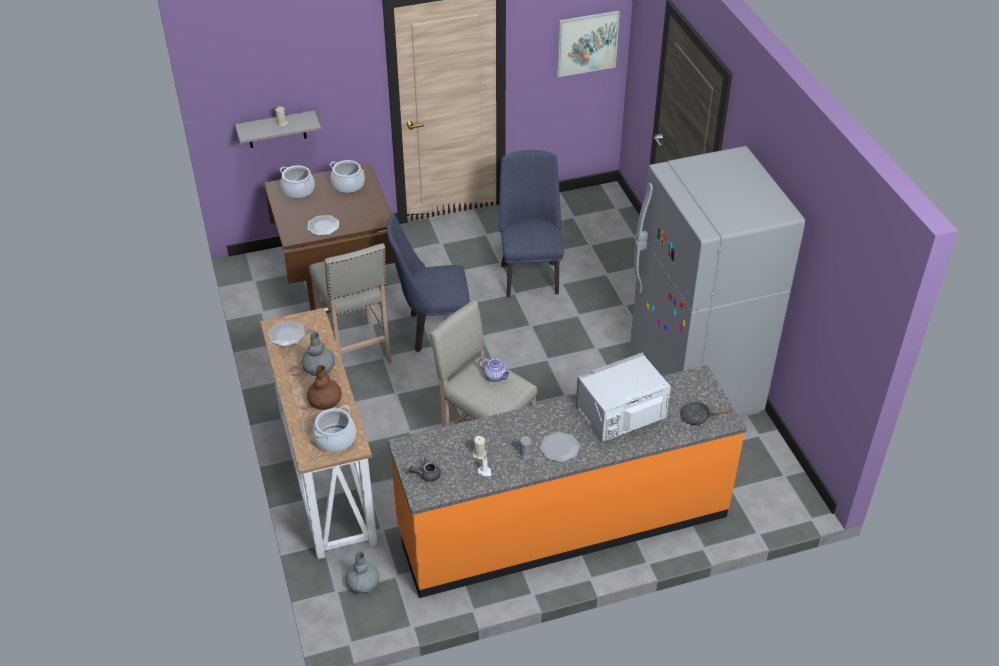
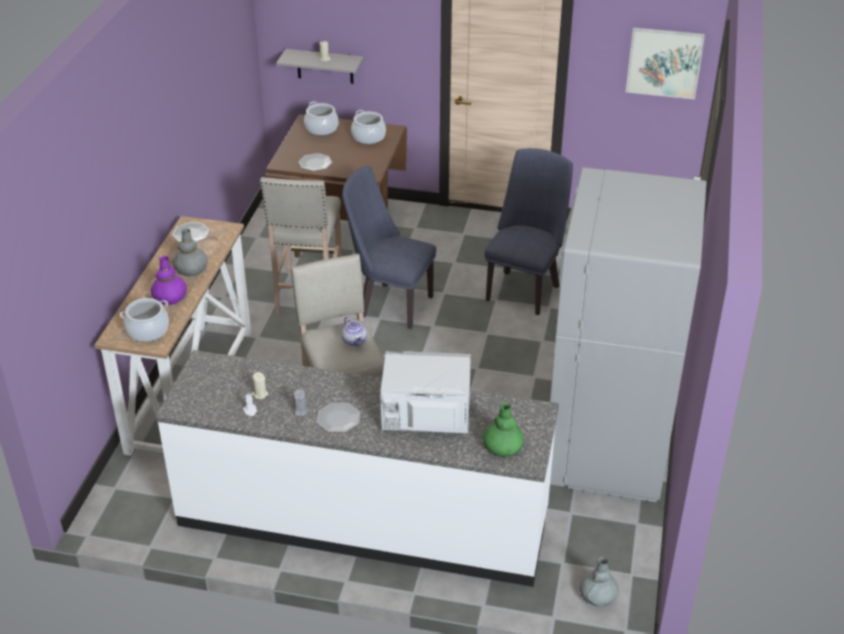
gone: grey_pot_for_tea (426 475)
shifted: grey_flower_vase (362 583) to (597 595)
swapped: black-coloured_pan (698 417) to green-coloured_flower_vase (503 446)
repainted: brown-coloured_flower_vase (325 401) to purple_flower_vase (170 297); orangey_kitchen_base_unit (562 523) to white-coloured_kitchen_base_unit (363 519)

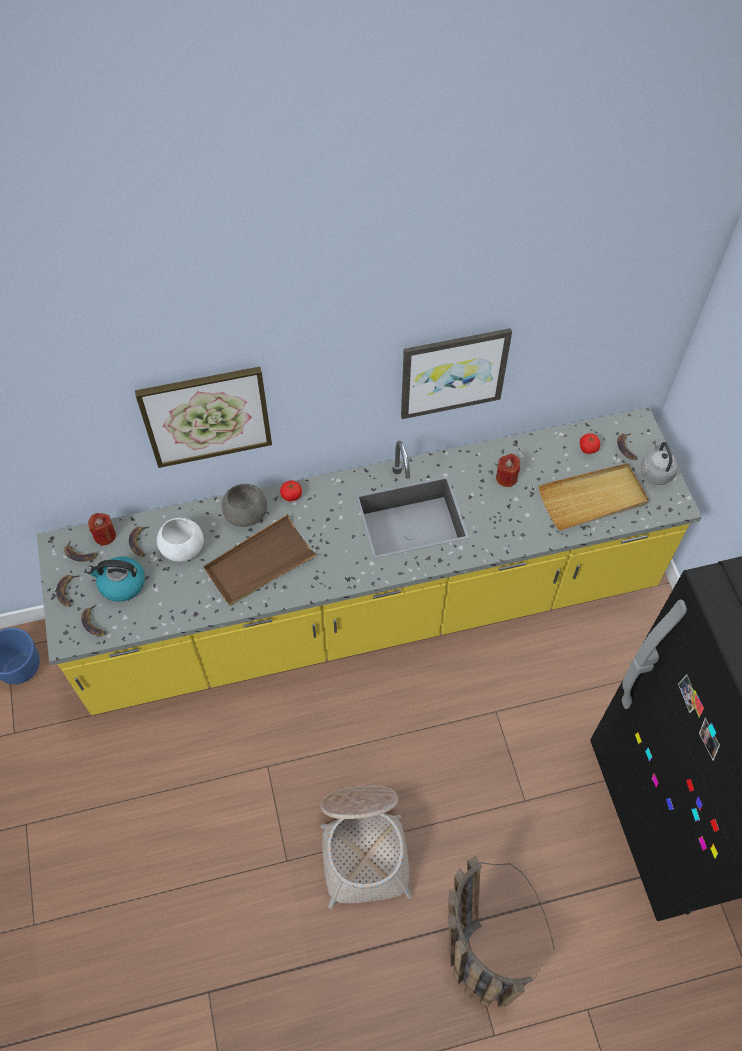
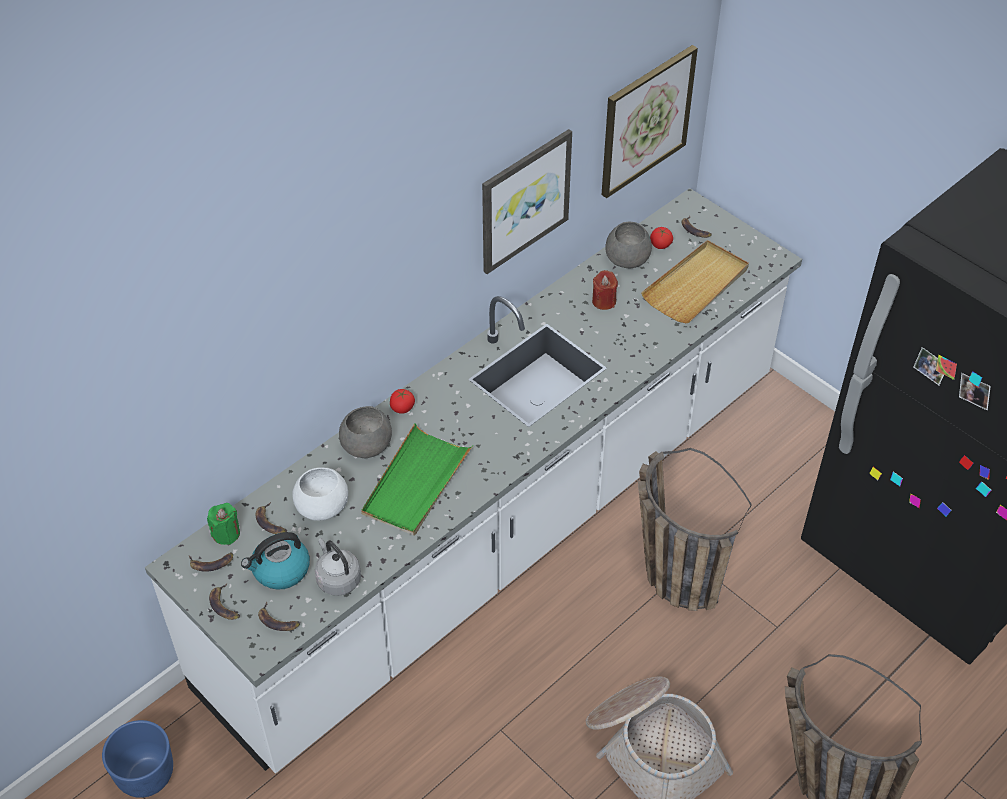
new: grey_deep_dish (627 258); household_basket (669 568)
shifted: wall_picture (206 416) to (646 120); grey_water_kettle (656 471) to (337 578)
repainted: yellow_kitchen_base_unit (371 609) to white-coloured_kitchen_base_unit (503 527); red-coloured_candle (105 535) to green-coloured_candle (226 533); brown-coloured_carrying_tray (260 563) to green-coloured_carrying_tray (416 483)

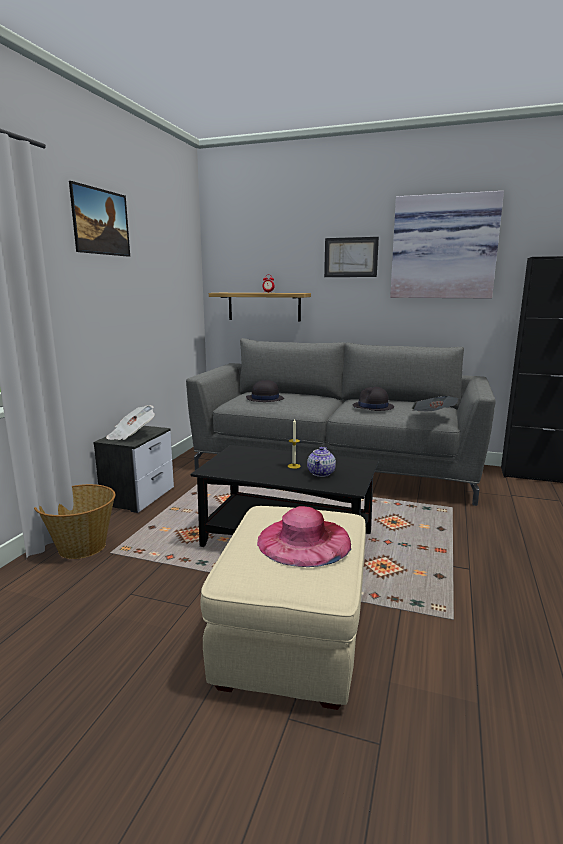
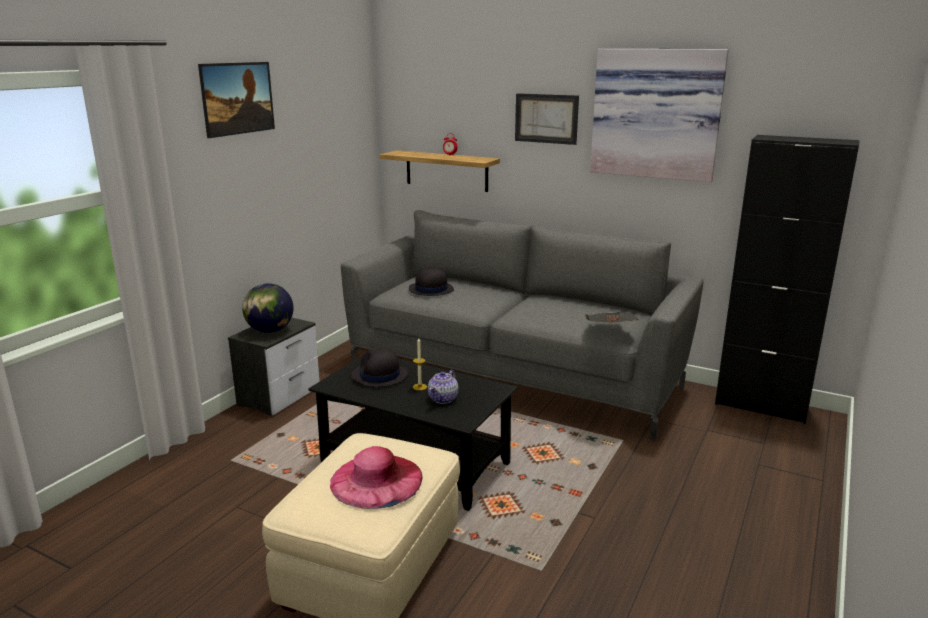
gone: household_basket (81 547)
shifted: black-coloured_wearable_hat (373 407) to (379 376)
swapped: daily_paper (131 435) to globe (270 330)

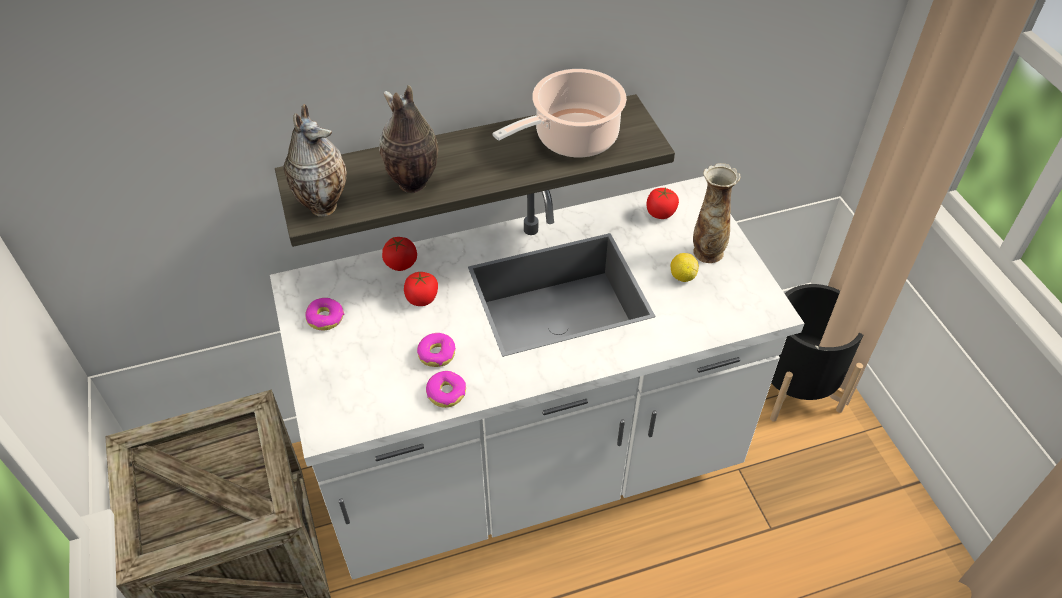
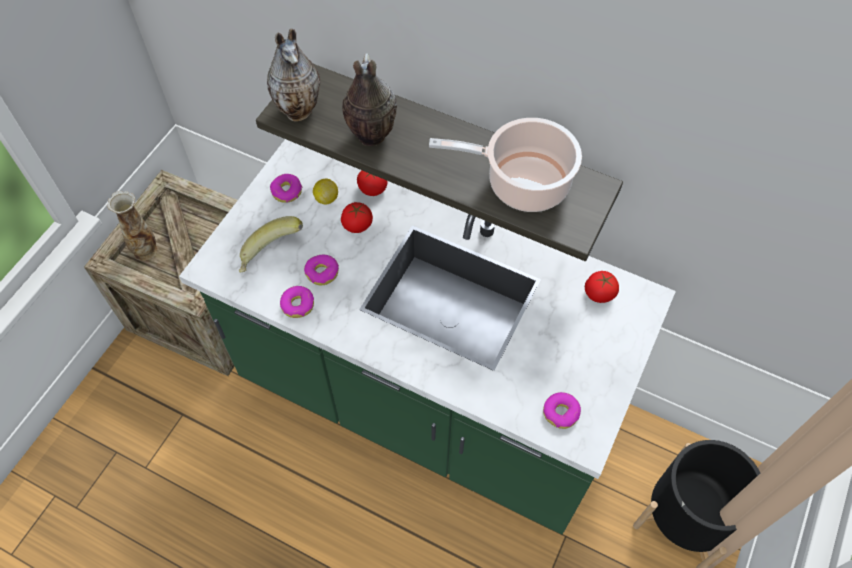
new: whole_banana (271 256); doughnut (561 412)
shifted: flower_vase (707 252) to (145 250); lemon (682 276) to (326 198)
repainted: white-coloured_kitchen_base_unit (531 465) to green-coloured_kitchen_base_unit (426 400)

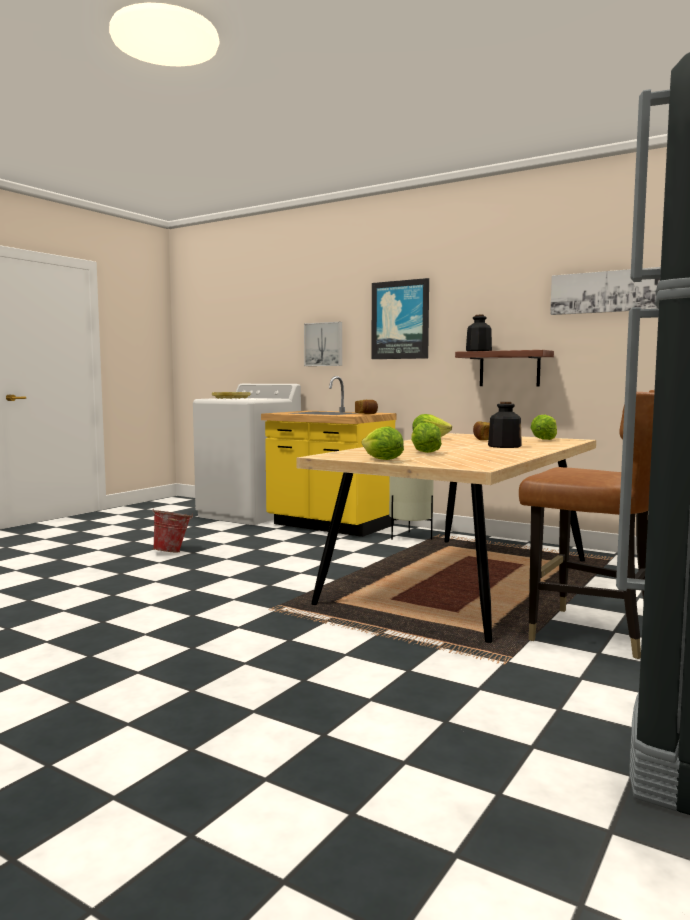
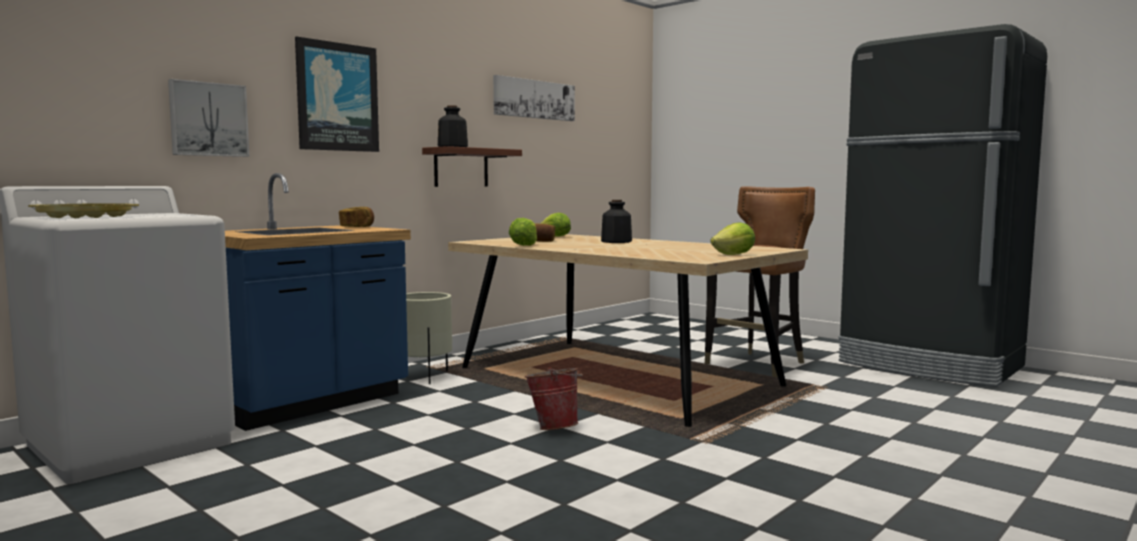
gone: head_of_lettuce (424 452)
shifted: pail (173 552) to (554 427)
repainted: yellow_kitchen_base_unit (329 526) to bluish_kitchen_base_unit (310 403)

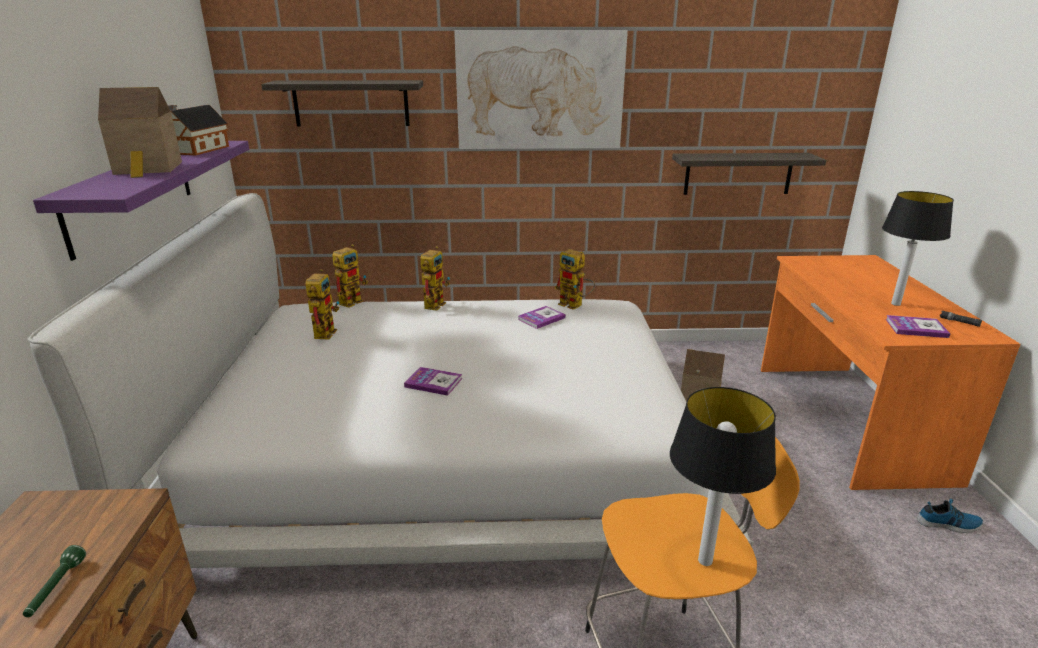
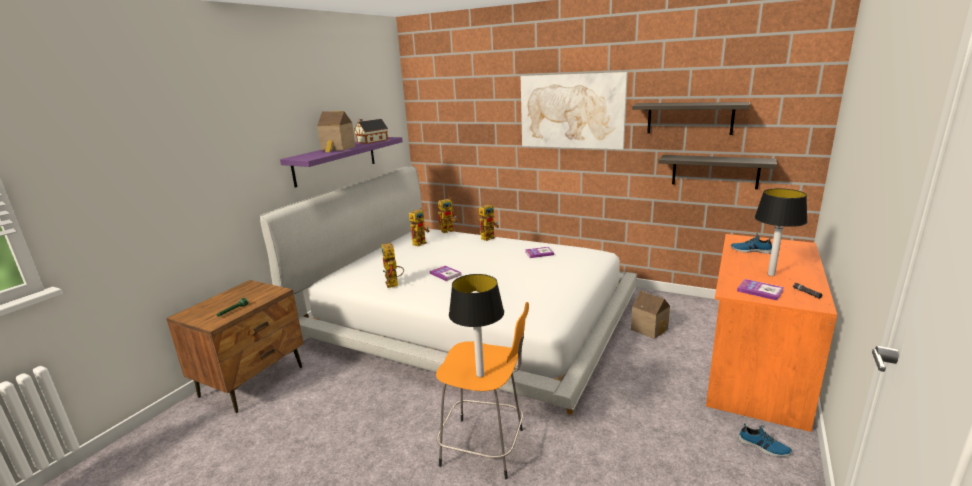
new: low_shoe (750 250)
shifted: shelf (351 103) to (689 118); model_robot (575 305) to (394 285)

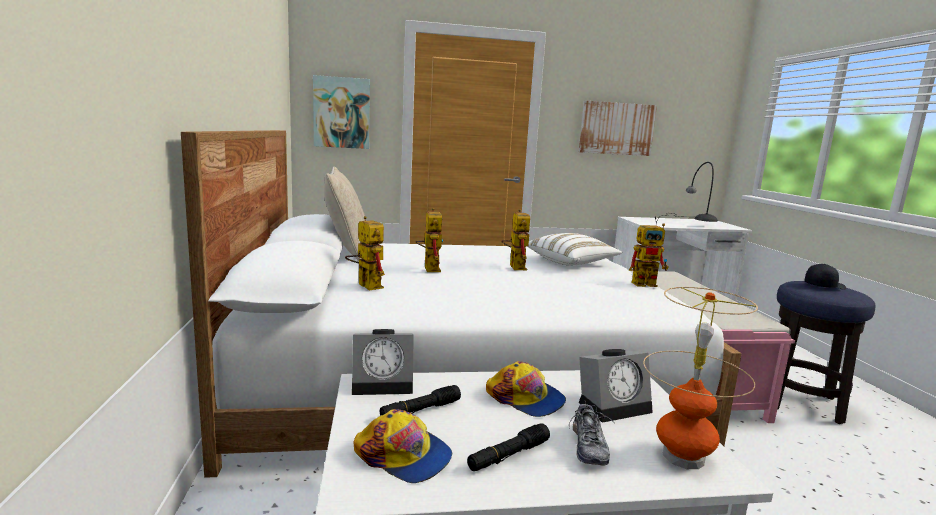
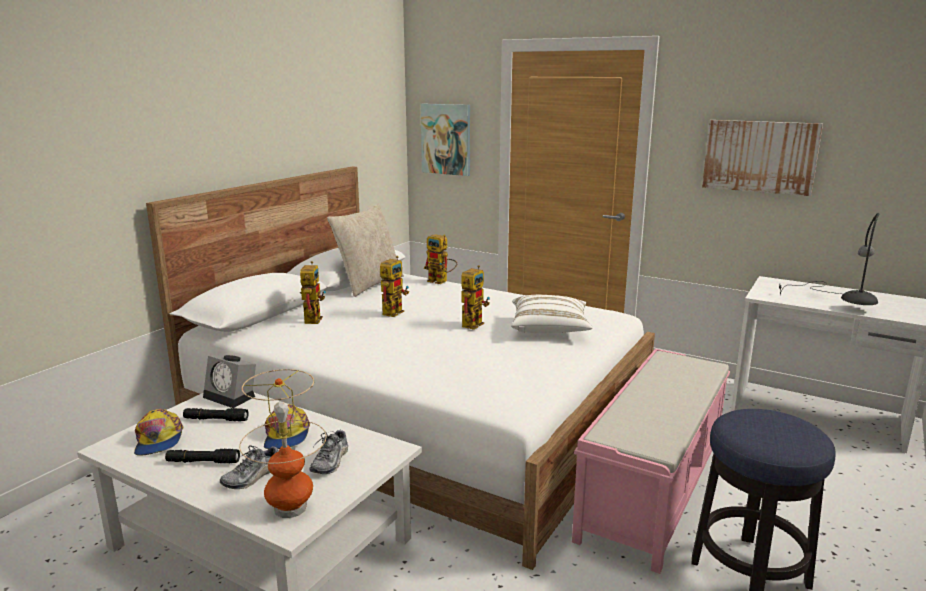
gone: black-coloured_cap (824 286)
shifted: model_robot (648 283) to (441 281)
swapped: table_clock (614 405) to low_shoe (330 461)

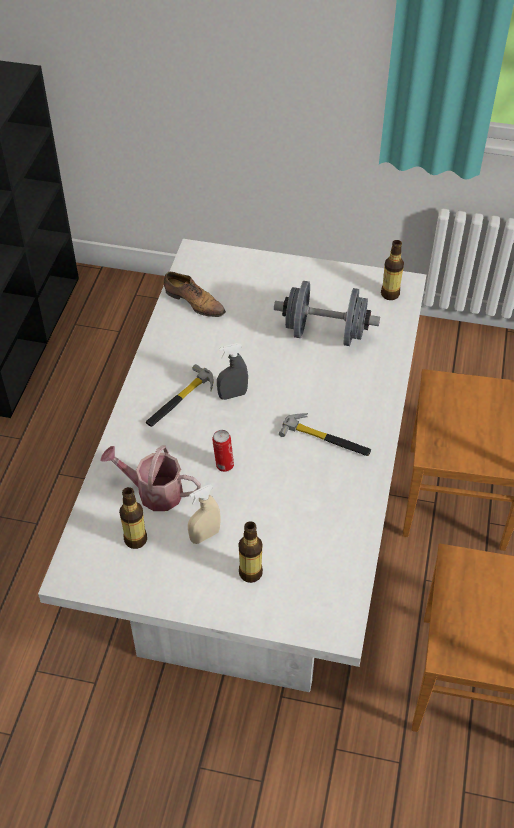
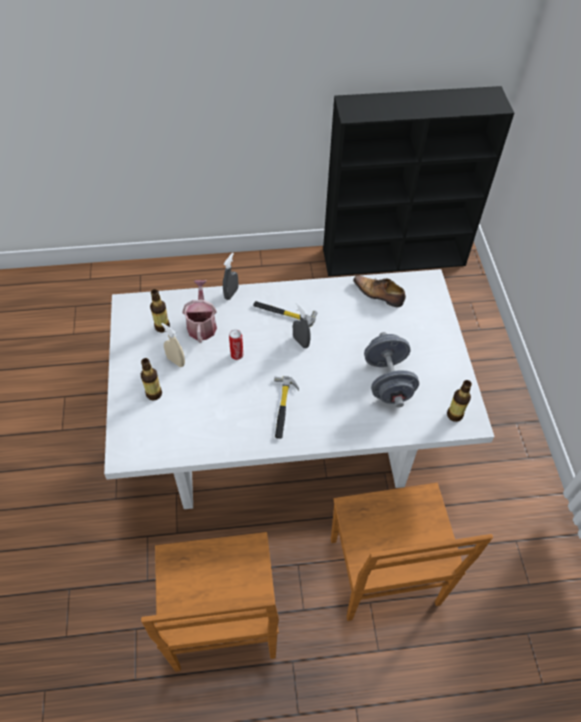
new: grey_hand_sprayer (231 293)
rotated: low_shoe (194 302) = (379 294) 105 degrees clockwise

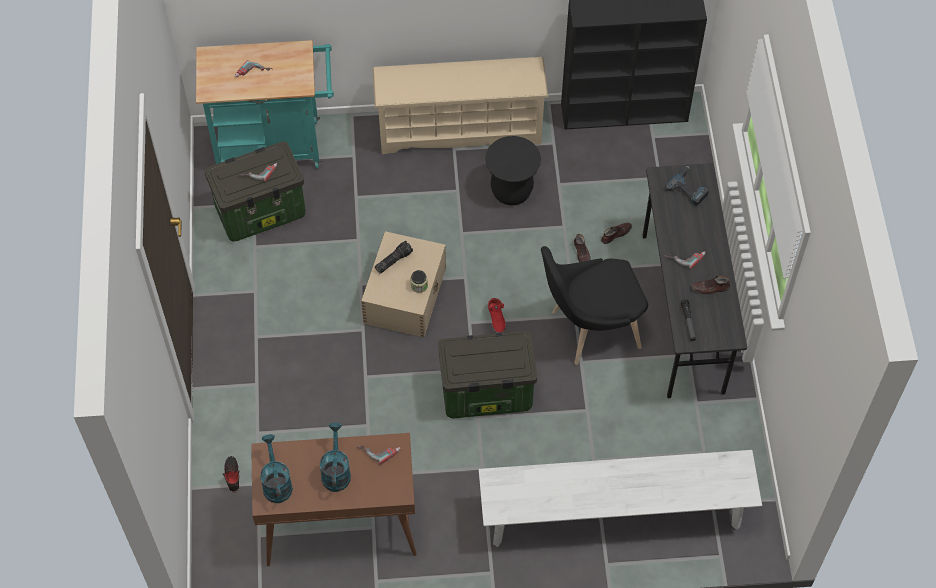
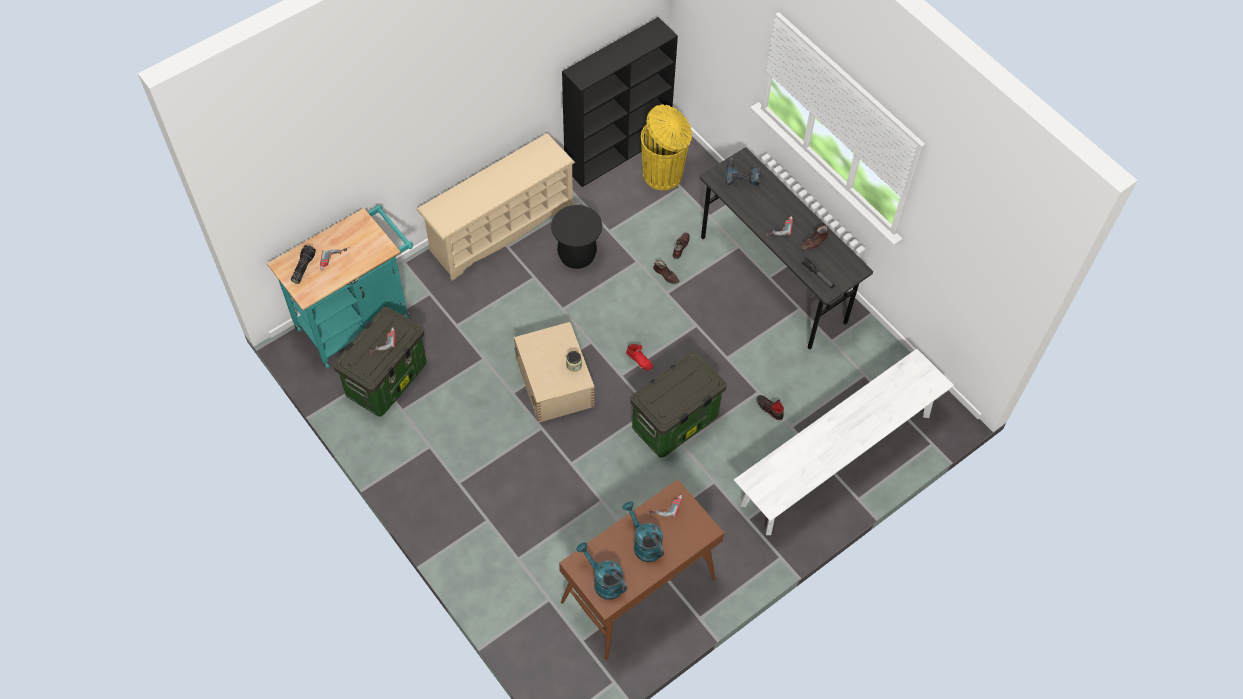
gone: black-coloured_plain_chair (589 330)
new: yellow_rubbish_bin (664 175)
shifted: torch (393 260) to (303 267); black-coloured_low_shoe (232 475) to (769 409)

